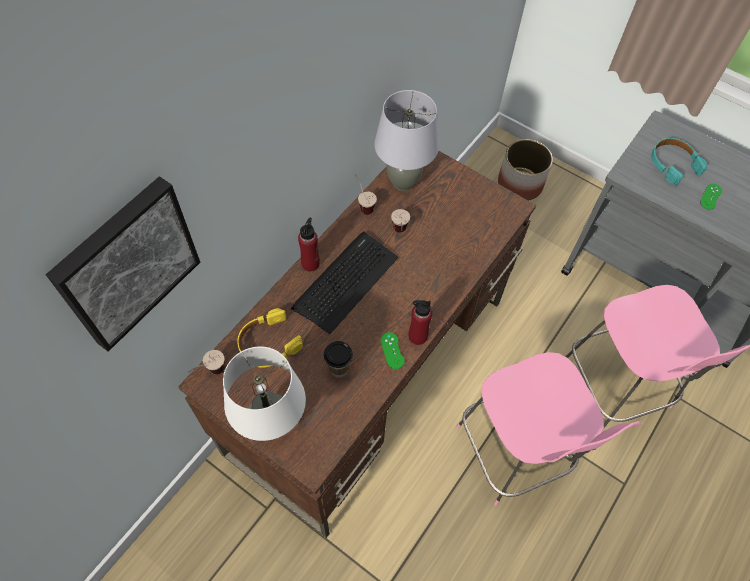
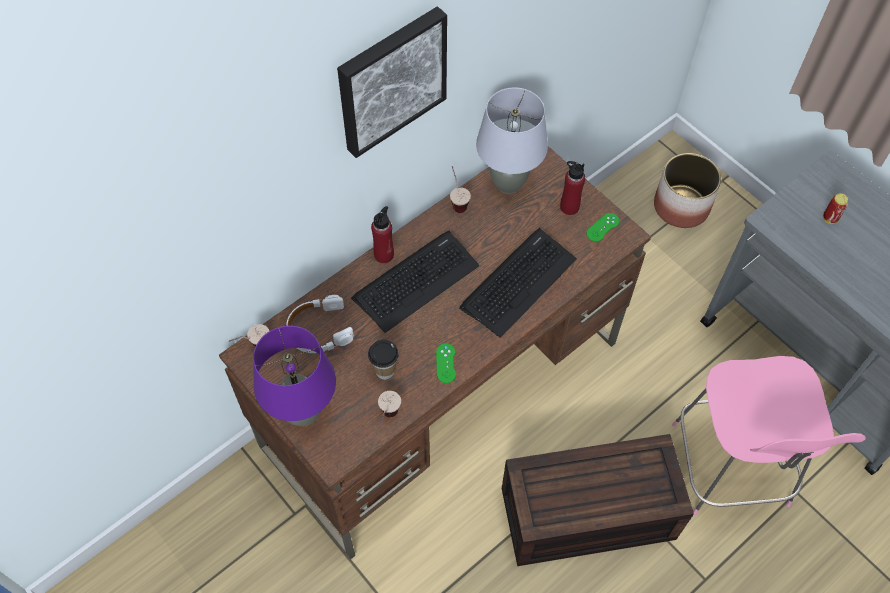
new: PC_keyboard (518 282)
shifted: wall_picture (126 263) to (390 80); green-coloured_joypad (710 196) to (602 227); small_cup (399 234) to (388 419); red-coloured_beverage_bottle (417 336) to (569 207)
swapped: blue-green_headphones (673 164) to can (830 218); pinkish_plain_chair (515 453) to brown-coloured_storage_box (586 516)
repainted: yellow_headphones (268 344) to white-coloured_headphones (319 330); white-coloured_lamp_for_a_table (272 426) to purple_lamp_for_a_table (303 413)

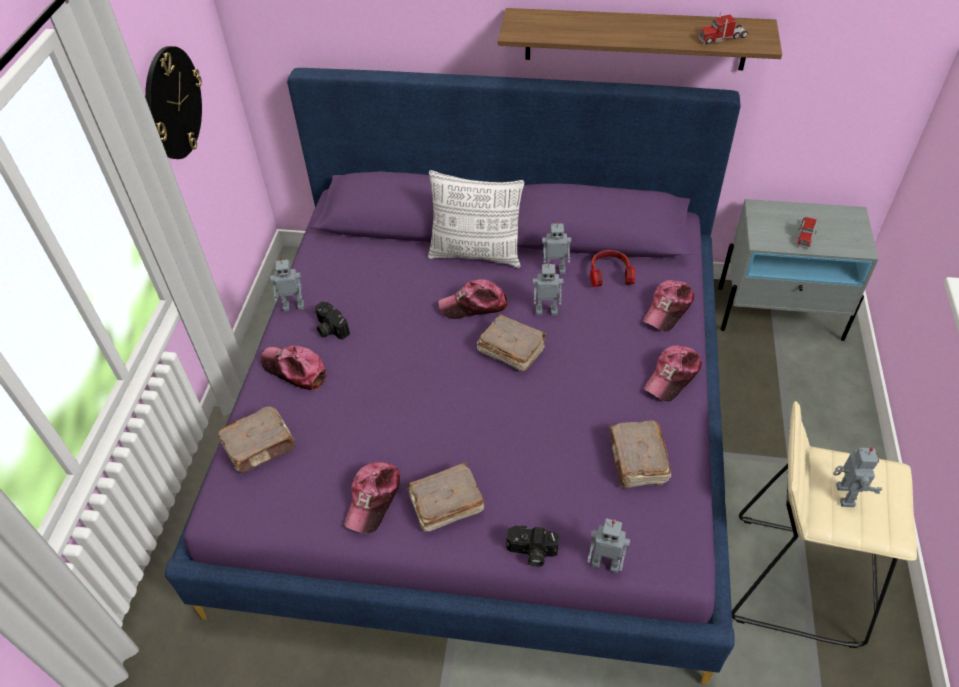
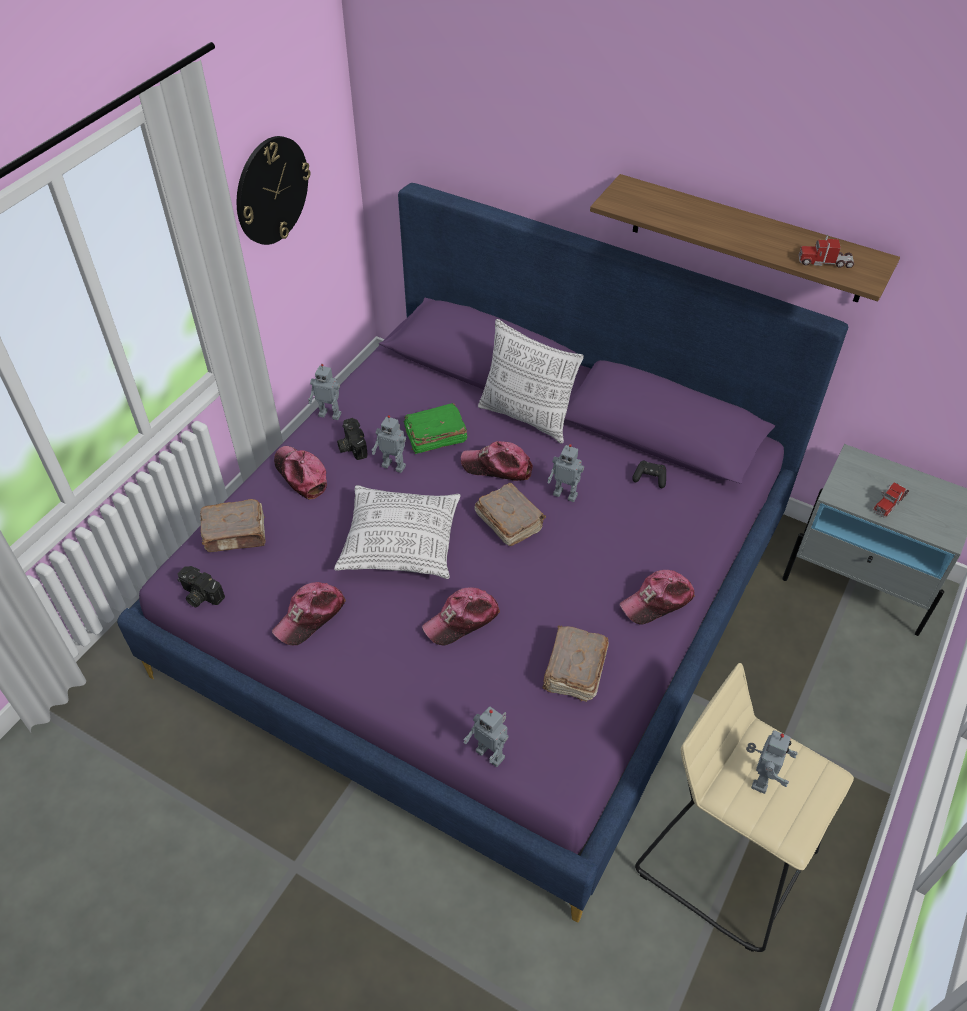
gone: brown-coloured_volume (445 504)
new: green-coloured_volume (434 437); throw_pillow (401 543)
shifted: model_robot (555 269) to (394 465); cap (668 309) to (462 620); still_camera (531 552) to (199 595)
swapped: headphones (610 274) to black-coloured_joypad (650 478)

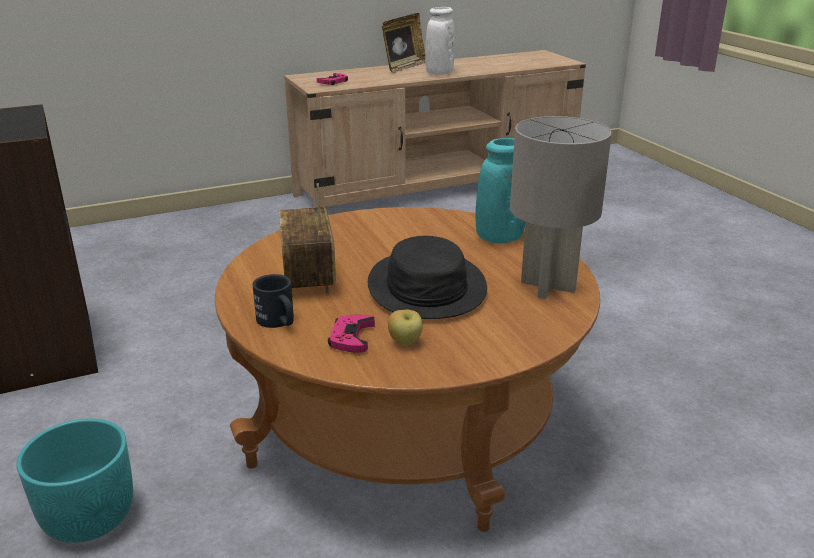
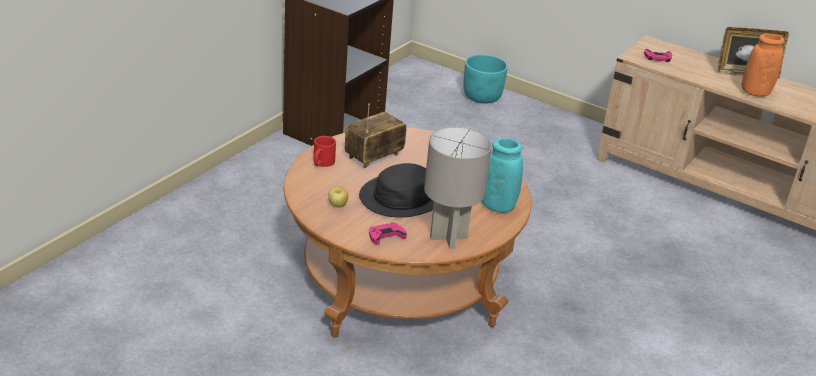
shifted: pinkish_joypad (351 337) to (386 236); blue-green_plant_pot (89 517) to (482 97)
repainted: white-coloured_flower_vase (439 73) to orangey_flower_vase (755 92); black-coloured_tea_mug (279 322) to red-coloured_tea_mug (322 163)

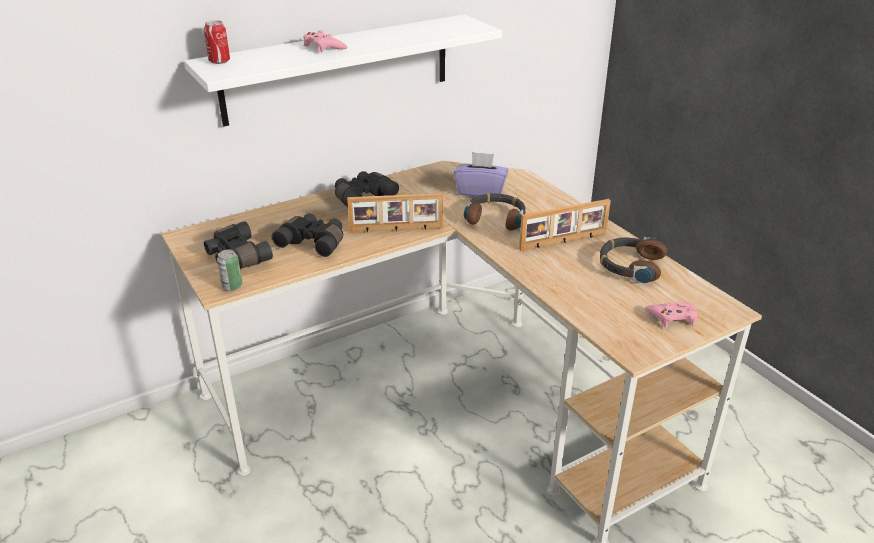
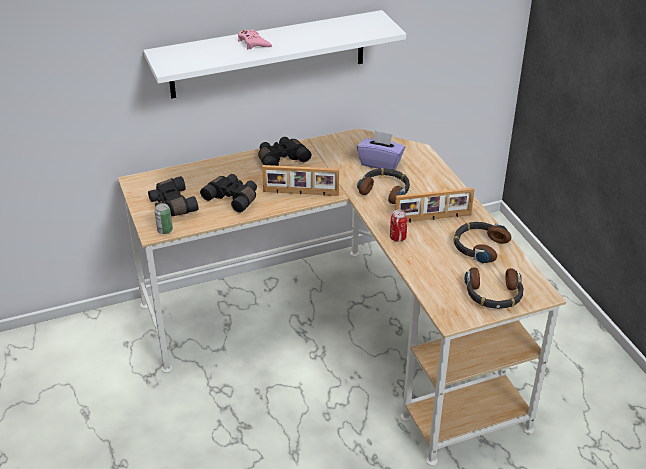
shifted: can (219 61) to (397 237)
swapped: pinkish_joypad (672 317) to headphones (493 294)

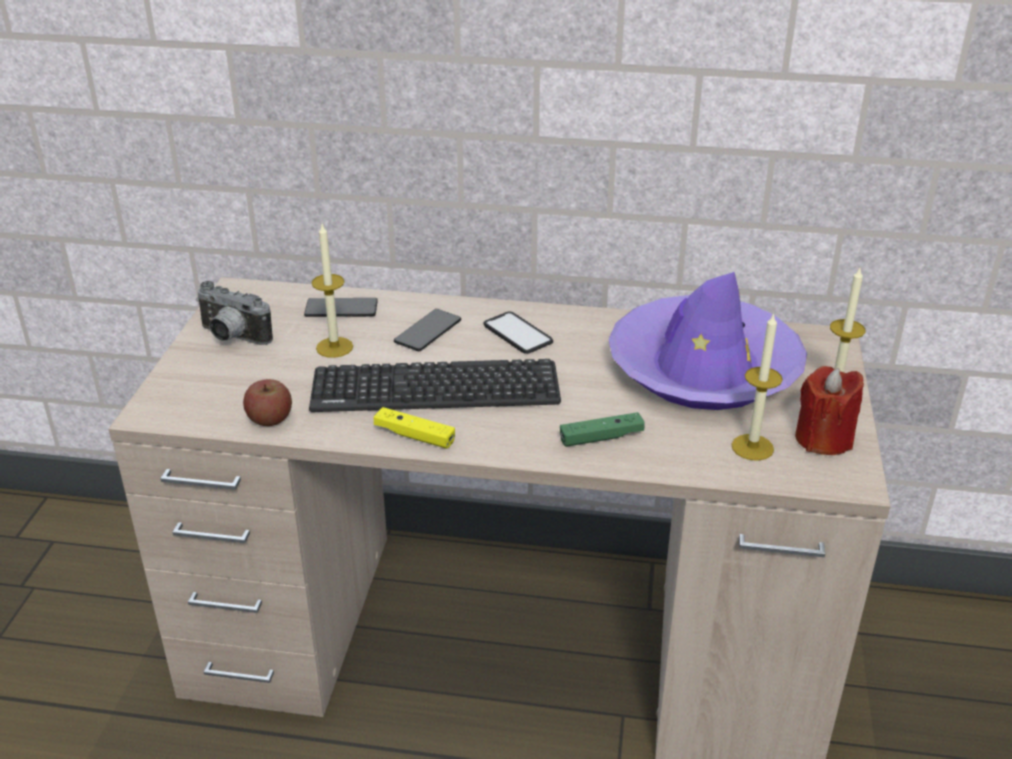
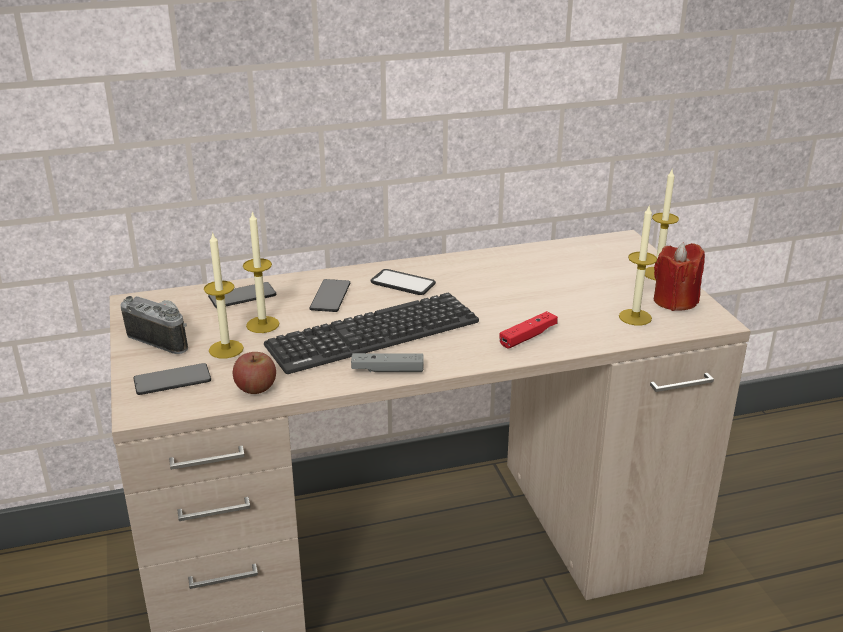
gone: purple_wearable_hat (703 369)
new: candle (226 349); phone (172 380)
repainted: yellow_joypad (414 436) to grey_joypad (387 370); green-coloured_joypad (601 437) to red-coloured_joypad (528 336)
rotated: still_camera (231 338) = (163 338) 150 degrees counterclockwise

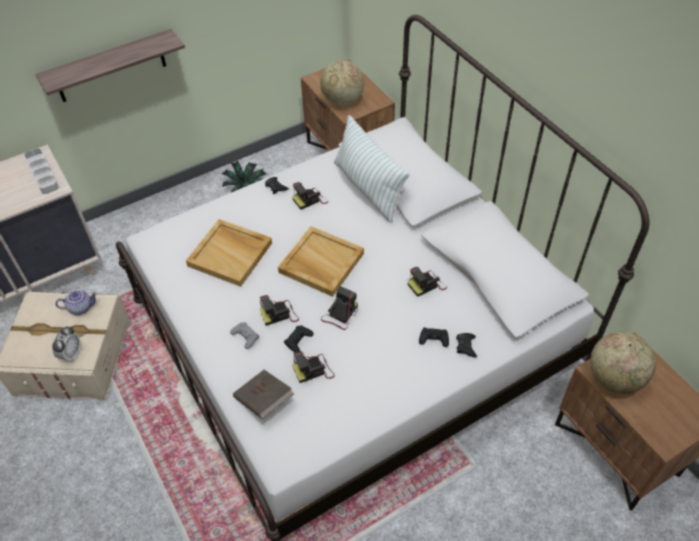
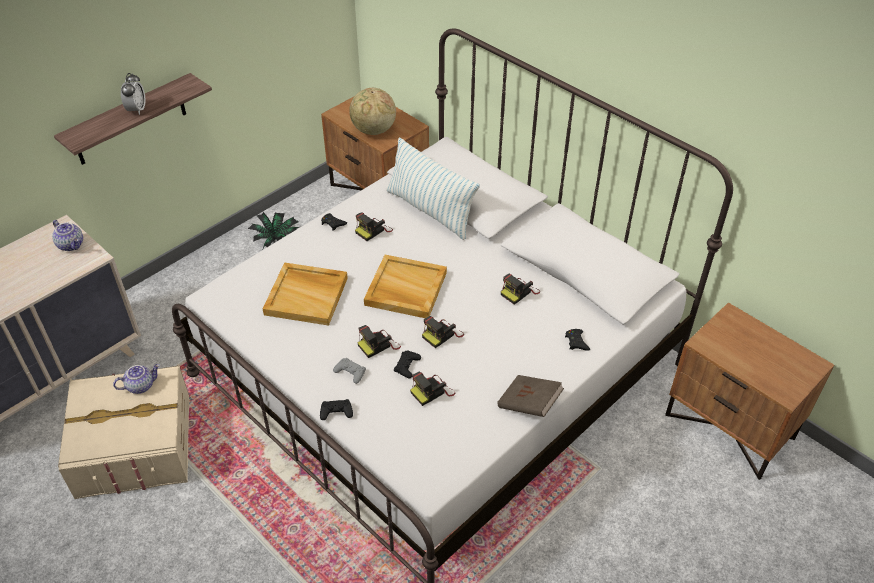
gone: globe (615 378)
shifted: table_clock (71 354) to (137 110); black-coloured_joypad (434 339) to (336 412); brown-coloured_volume (264 401) to (529 404)
swapped: grey_carrying_tray (42 173) to pot_for_tea (71 245)
rotated: still_camera (340 314) = (442 334) 150 degrees counterclockwise

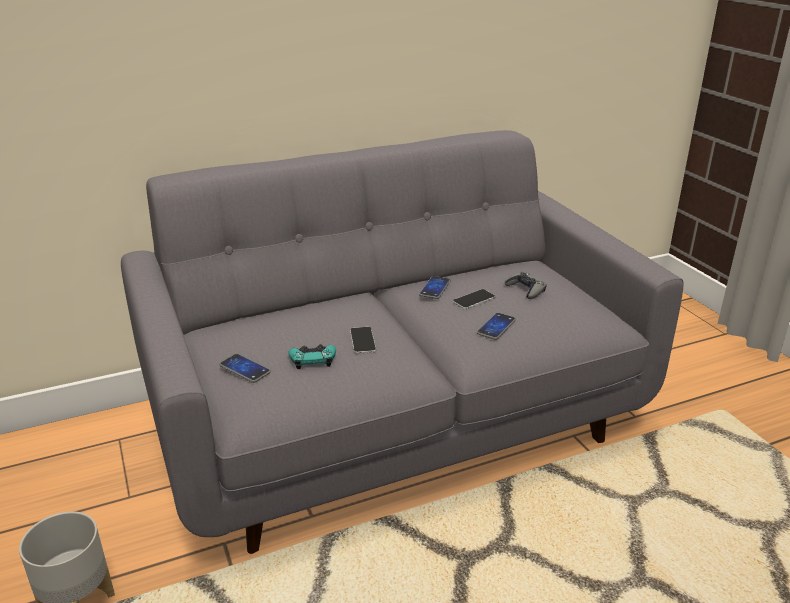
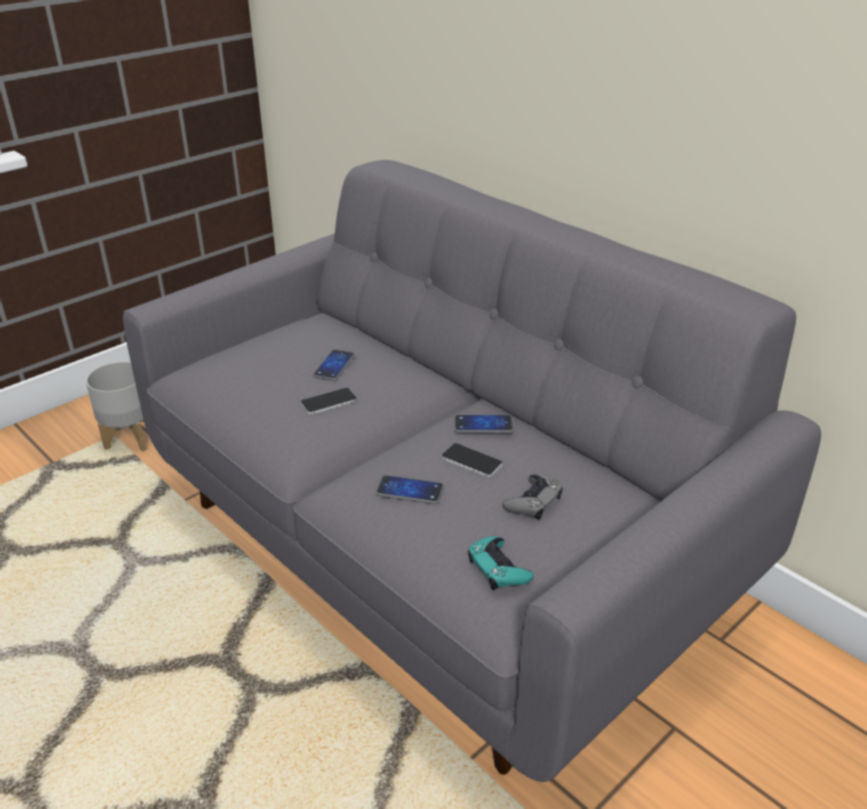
shifted: blue-green_joypad (313 360) to (498 568); phone (245 369) to (334 366)

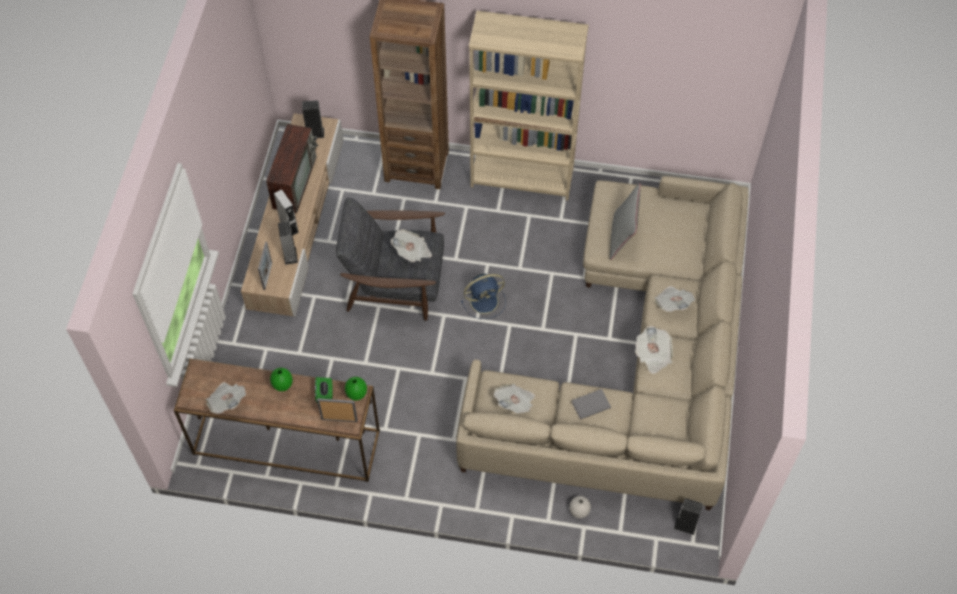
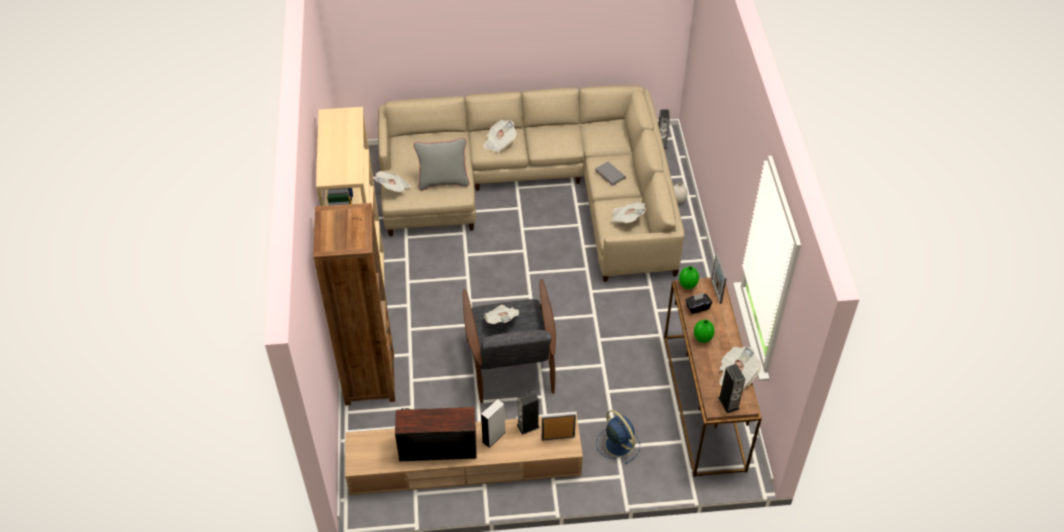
shifted: audio_speaker (315 133) to (728 403); bluish_fan (485 301) to (618 443); daily_paper (653 355) to (394 188)
repainted: green-coloured_box_of_tissues (324 394) to black-coloured_box_of_tissues (697 307)

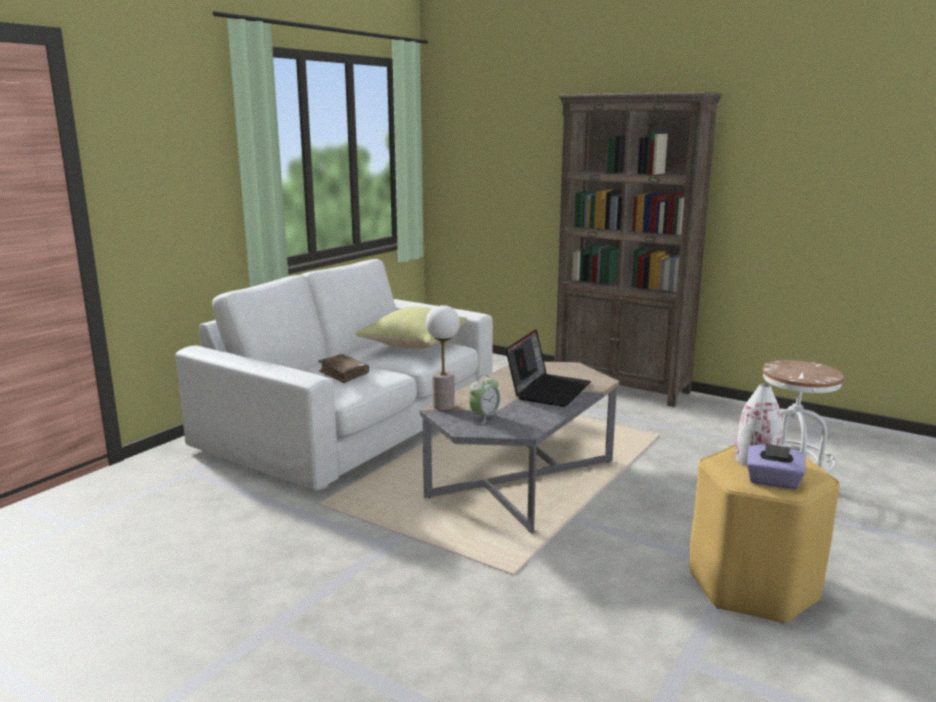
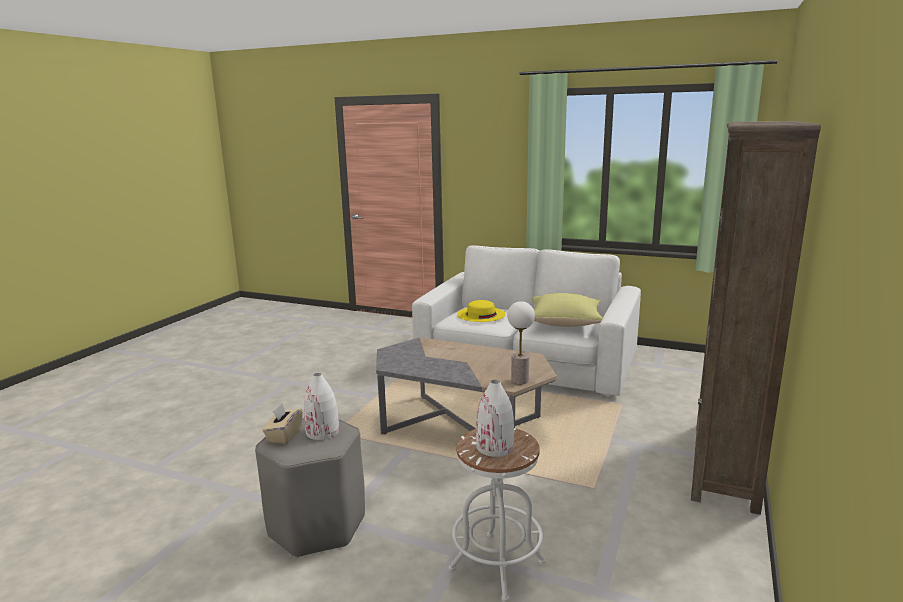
gone: laptop (548 390); table_clock (484 417)
new: white-coloured_flower_vase (495 447)
shifted: lamp_for_a_table (443 406) to (519 380)
swapped: brown-coloured_volume (344 374) to yellow_wearable_hat (481 314)
repainted: purple_box_of_tissues (773 481) to beige-coloured_box_of_tissues (284 435); yellow_stool (753 586) to grey_stool (316 526)

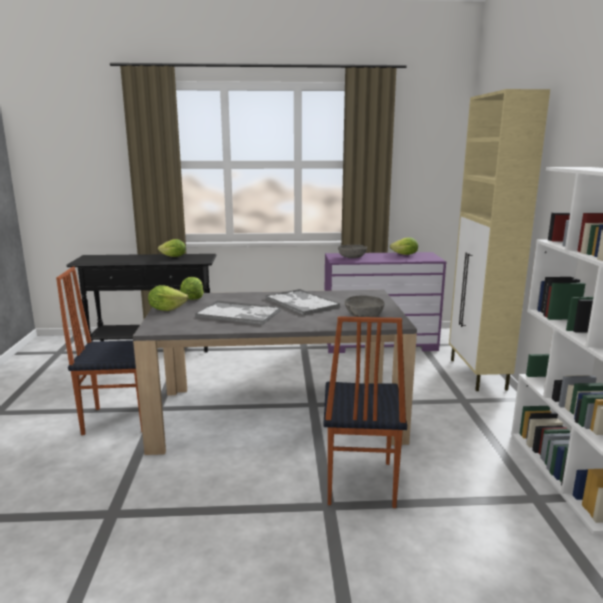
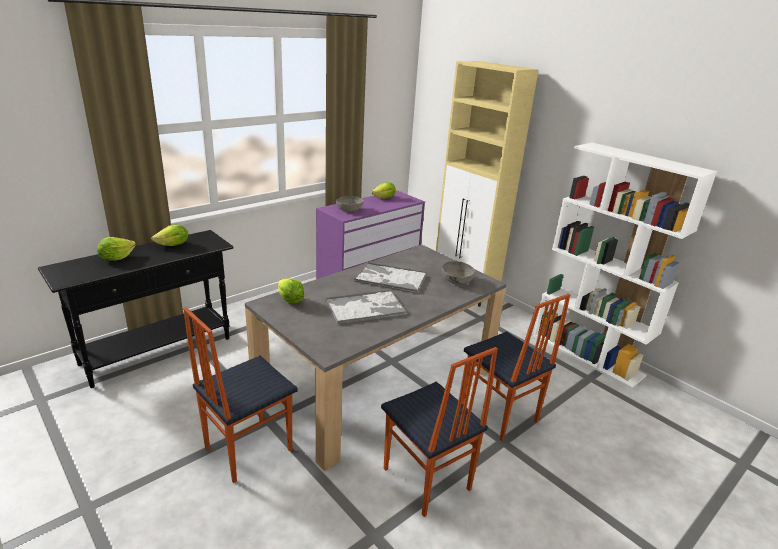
new: plain_chair (425 480)
shifted: head_of_lettuce (166 309) to (116 258)

